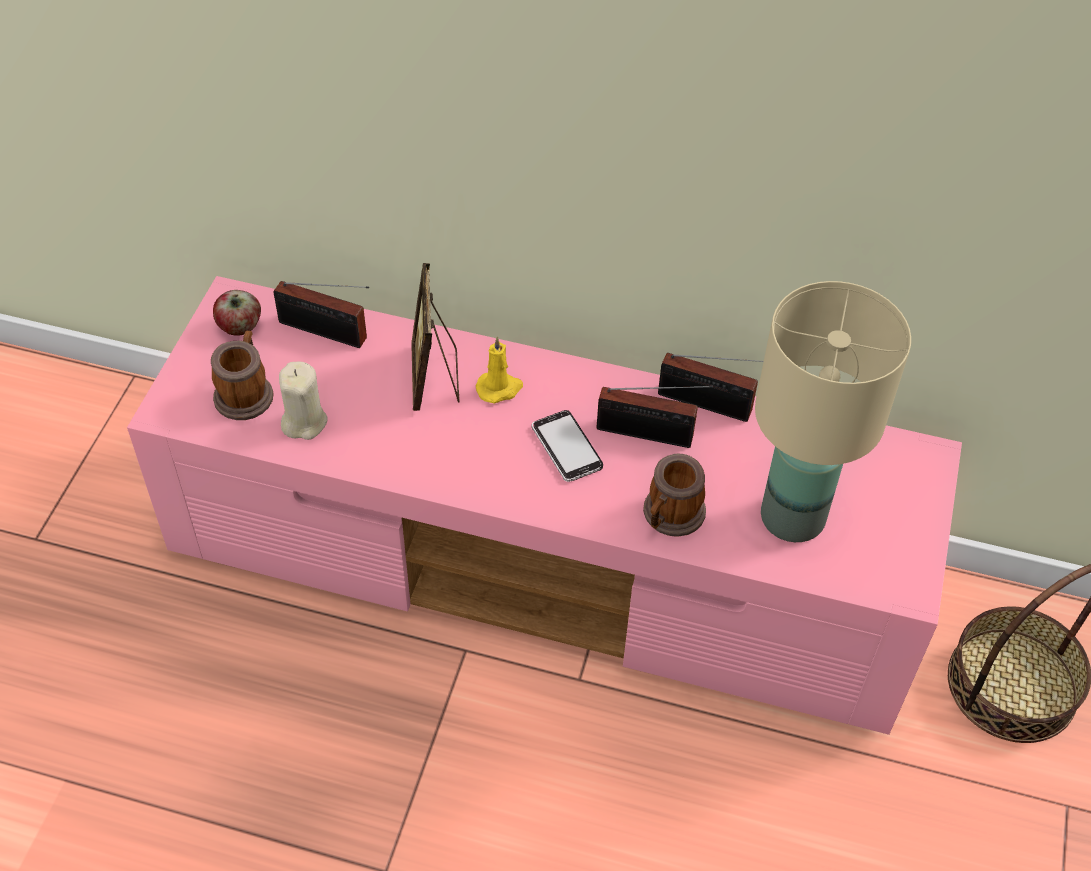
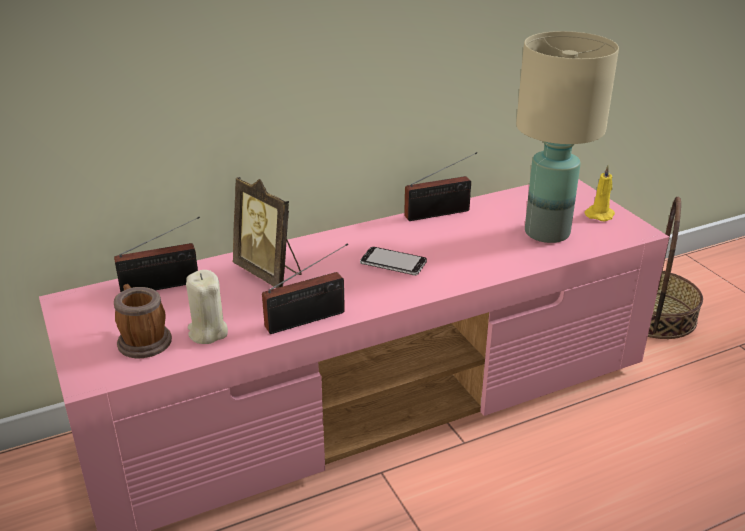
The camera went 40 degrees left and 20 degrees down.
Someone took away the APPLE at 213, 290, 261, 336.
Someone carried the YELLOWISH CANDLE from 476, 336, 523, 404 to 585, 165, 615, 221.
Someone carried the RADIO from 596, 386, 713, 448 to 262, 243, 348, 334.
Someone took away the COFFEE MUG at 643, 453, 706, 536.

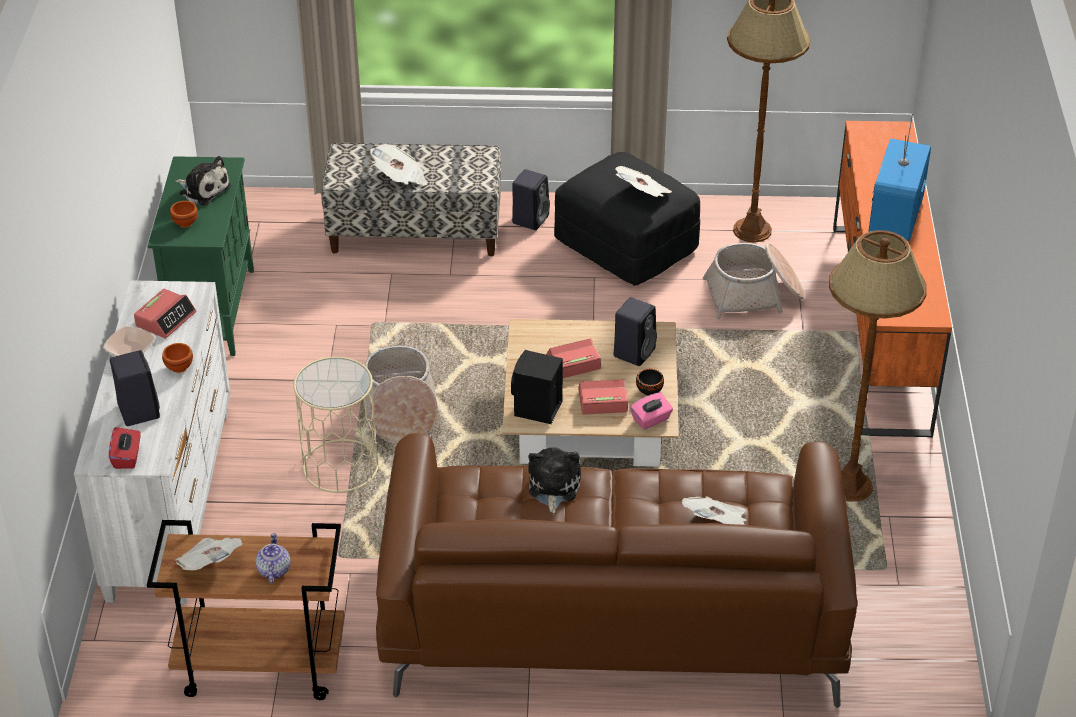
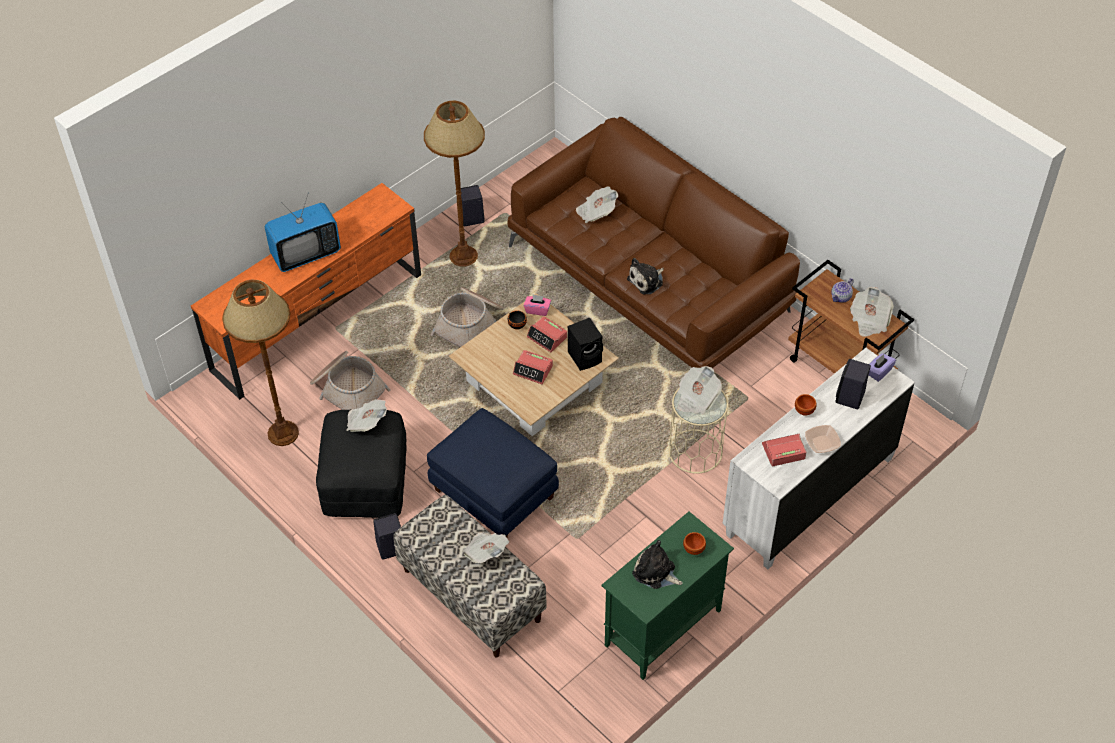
The camera went 135 degrees left and 10 degrees up.
Someone rotated the CUDDLY TOY at 175, 156, 231, 206 by 45 degrees counterclockwise.
Someone carried the BLACK SPEAKER from 614, 297, 657, 366 to 461, 185, 485, 226.
Someone carried the BASKET from 363, 346, 439, 444 to 431, 287, 503, 347.
Someone repainted the RED TISSUE BOX at 109, 427, 140, 469, which became the PURPLISH TISSUE BOX at 869, 353, 896, 382.
Someone put down the DAILY PAPER at 678, 366, 722, 414.
Someone put down the BLUISH OTTOMAN at 427, 408, 559, 537.

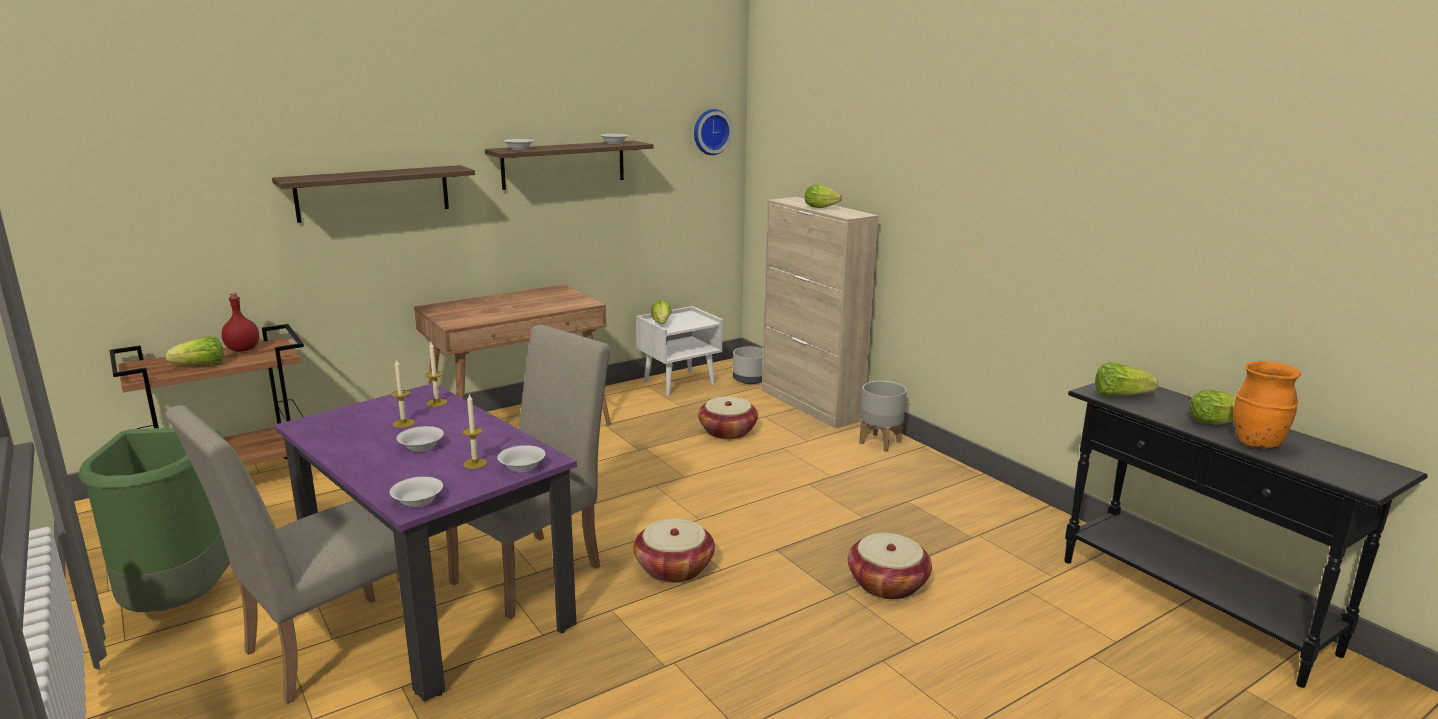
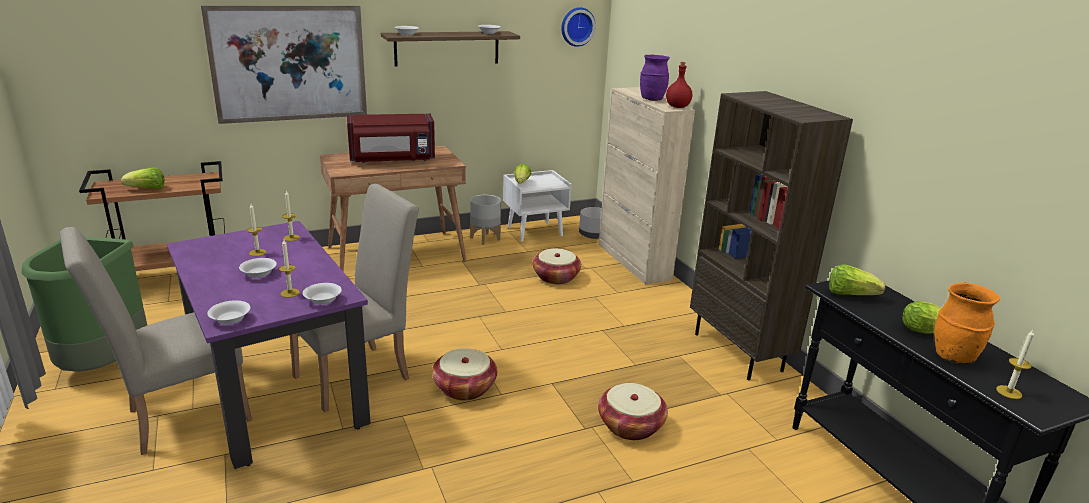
The camera went 10 degrees right and 5 degrees up.
Someone swapped the SHELF at 272, 165, 475, 223 for the WALL PICTURE at 201, 5, 367, 124.
Someone swapped the HEAD OF LETTUCE at 805, 185, 842, 208 for the PURPLISH VASE at 640, 55, 670, 101.
Someone carried the RED BEVERAGE BOTTLE from 222, 293, 259, 352 to 666, 62, 692, 108.
Someone carried the GREY PLANT POT from 859, 381, 907, 452 to 470, 195, 501, 245.
Someone put down the BROWN BOOKCASE at 690, 91, 853, 380.
Someone put down the RED MICROWAVE at 347, 114, 435, 163.
Someone put down the CANDLE at 996, 330, 1034, 399.

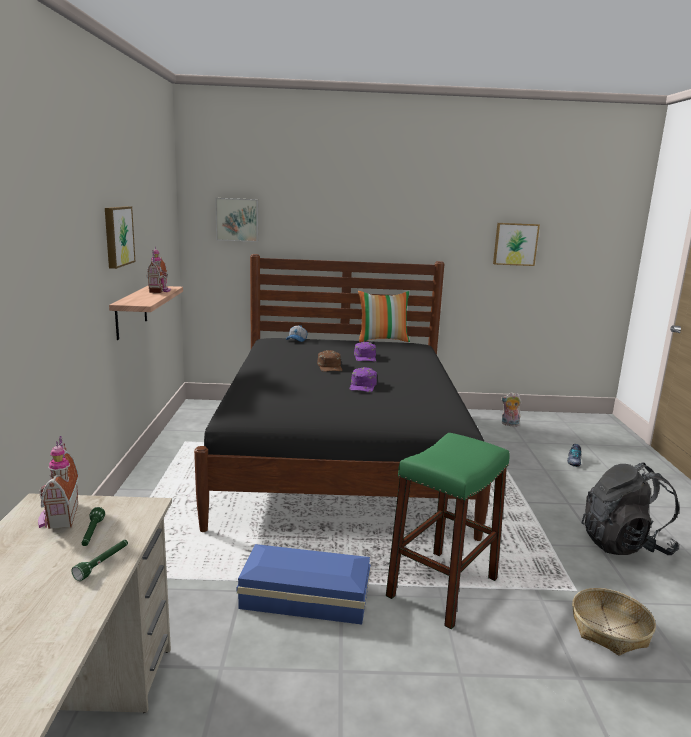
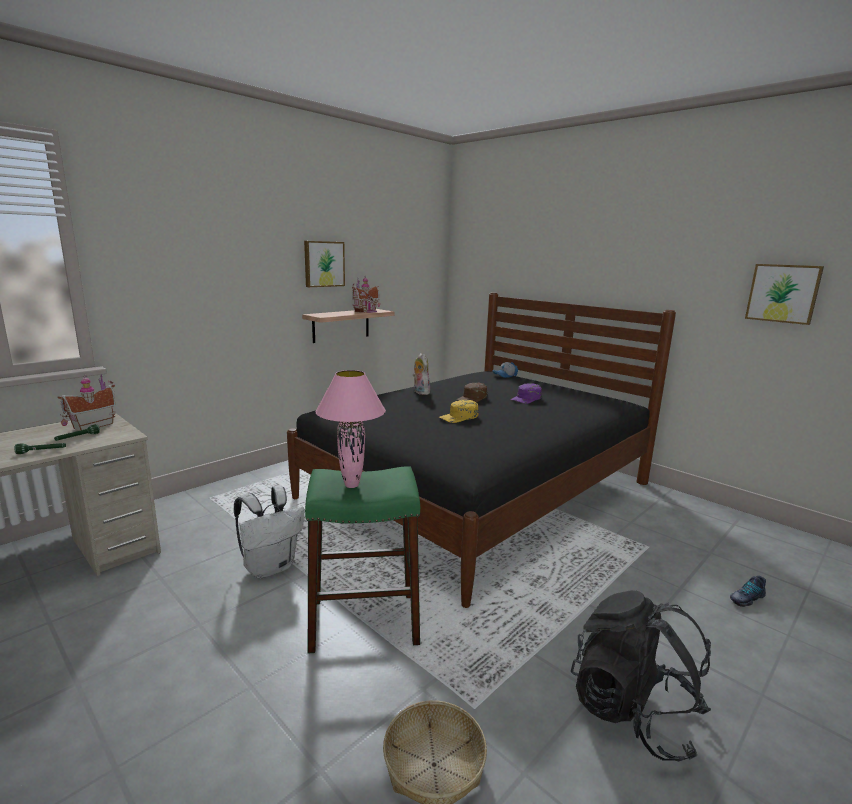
The camera went 45 degrees right and 0 degrees up.
Someone took away the WALL PICTURE at 215, 198, 258, 242.
Someone took away the THROW PILLOW at 358, 291, 410, 342.
Someone repainted the PURPLISH PEAKED CAP at 350, 367, 377, 392, which became the YELLOWISH PEAKED CAP at 439, 400, 479, 423.
Someone carried the CUDDLY TOY from 501, 392, 521, 427 to 413, 353, 430, 395.
Someone swapped the BLUISH STORAGE BOX at 237, 544, 371, 625 for the WHITISH BACKPACK at 234, 486, 305, 579.
Someone put down the PINK LAMP FOR A TABLE at 316, 370, 386, 488.

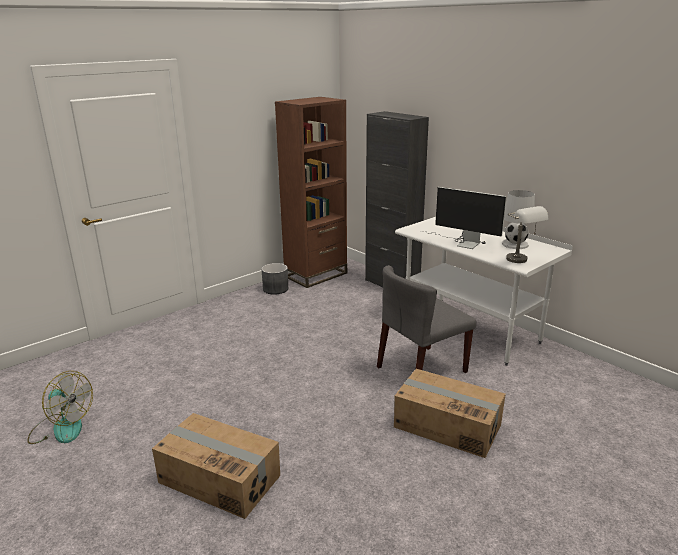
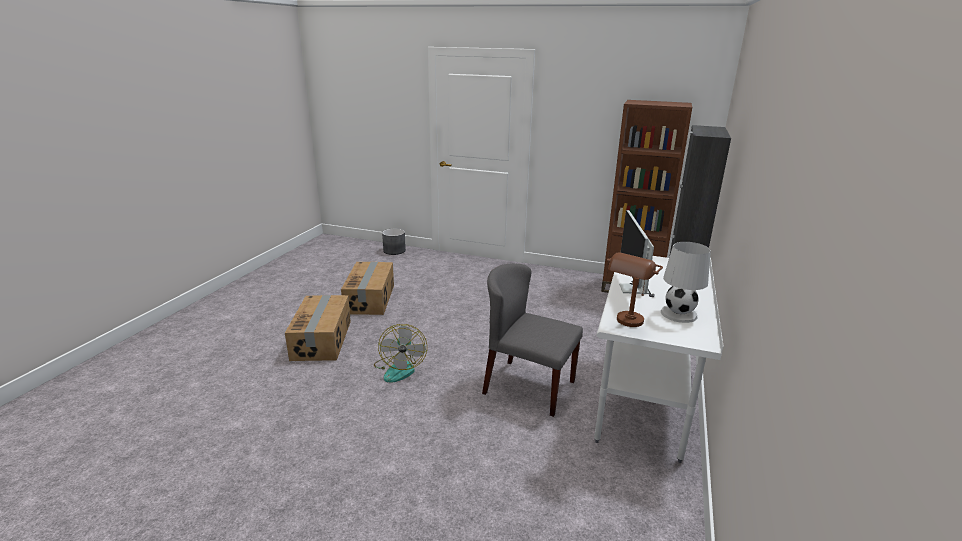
The camera went 60 degrees right and 0 degrees up.
Someone repainted the GREY LAMP FOR A TABLE at 506, 206, 548, 263, which became the BROWN LAMP FOR A TABLE at 607, 252, 663, 327.
Someone carried the GREY PLANT POT from 261, 263, 288, 295 to 382, 228, 406, 255.
Someone carried the PACKING BOX from 394, 369, 506, 458 to 341, 262, 394, 315.
Someone carried the COOLING FAN from 27, 371, 93, 444 to 374, 324, 427, 383.

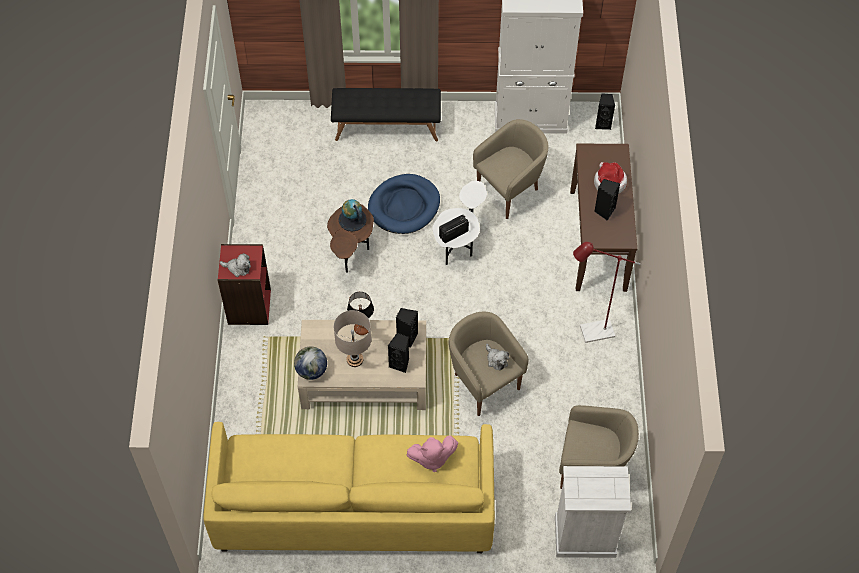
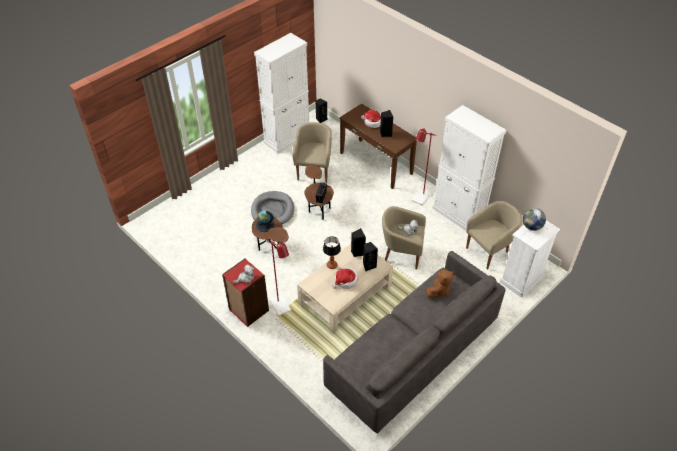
The camera went 45 degrees left and 10 degrees down.
Someone took away the BLACK LONG SEAT at 331, 88, 441, 141.
Someone repainted the BLUISH DOG CUSHION at 368, 174, 440, 234, which became the GREY DOG CUSHION at 251, 191, 294, 224.
Someone repainted the WHITISH ACCENT TABLE at 432, 181, 487, 265, which became the BROWN ACCENT TABLE at 304, 165, 334, 220.
Someone swapped the SAND-COLOURED LAMP FOR A TABLE at 334, 310, 371, 367 for the WEARABLE HAT at 332, 267, 358, 289.
Someone carried the GLOBE from 294, 347, 327, 380 to 523, 208, 546, 231.
Someone repainted the YELLOWISH COUCH at 203, 422, 495, 553, which became the GREY COUCH at 323, 251, 506, 434.
Someone repainted the PINK CUDDLY TOY at 406, 435, 458, 472, which became the BROWN CUDDLY TOY at 426, 269, 454, 298.
Someone put down the WHITISH CABINET at 432, 105, 506, 231.
Someone put down the RED FLOOR LAMP at 266, 240, 291, 316.

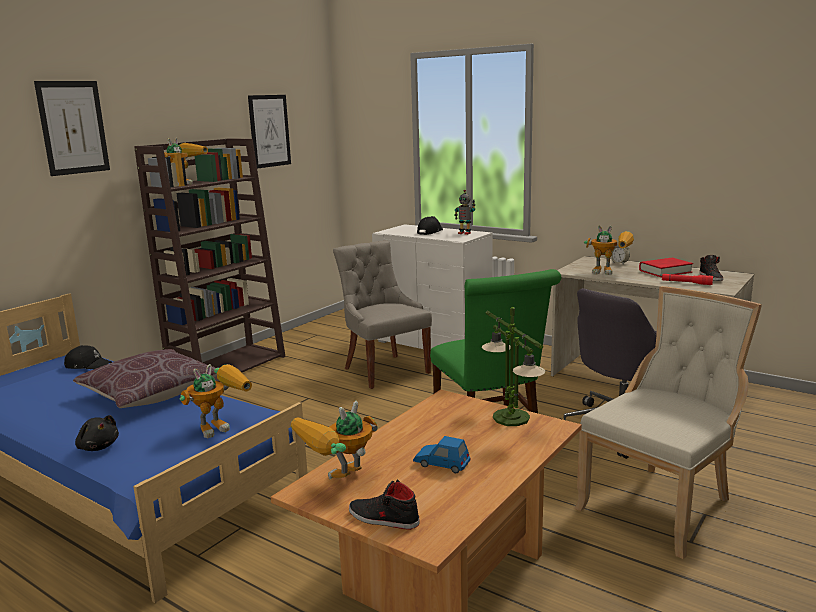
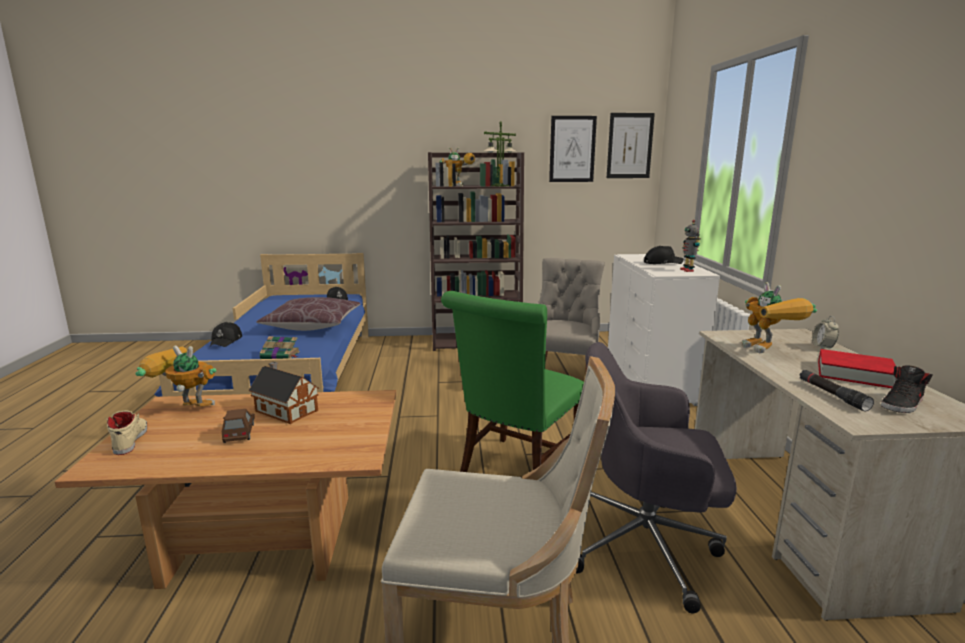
The camera went 50 degrees right and 0 degrees up.
Someone carried the WALL PICTURE from 34, 81, 110, 176 to 607, 113, 655, 178.
Someone repainted the RED TORCH at 662, 274, 713, 285, which became the BLACK TORCH at 800, 370, 874, 412.
Someone carried the LAMP FOR A TABLE from 482, 306, 546, 426 to 484, 121, 516, 186.
Someone swapped the TOY ROBOT at 179, 364, 252, 438 for the BOOK at 260, 336, 300, 359.
Someone swapped the BLACK CUDDLY TOY at 75, 415, 119, 451 for the BLACK PEAKED CAP at 210, 322, 242, 347.
Someone repainted the BLUISH MODEL CAR at 413, 436, 470, 473, which became the BROWN MODEL CAR at 222, 409, 255, 443.
Someone repainted the BLACK LOW SHOE at 349, 479, 420, 530, which became the SAND-COLOURED LOW SHOE at 105, 410, 147, 455.
Someone put down the MODEL HOUSE at 249, 362, 319, 424.

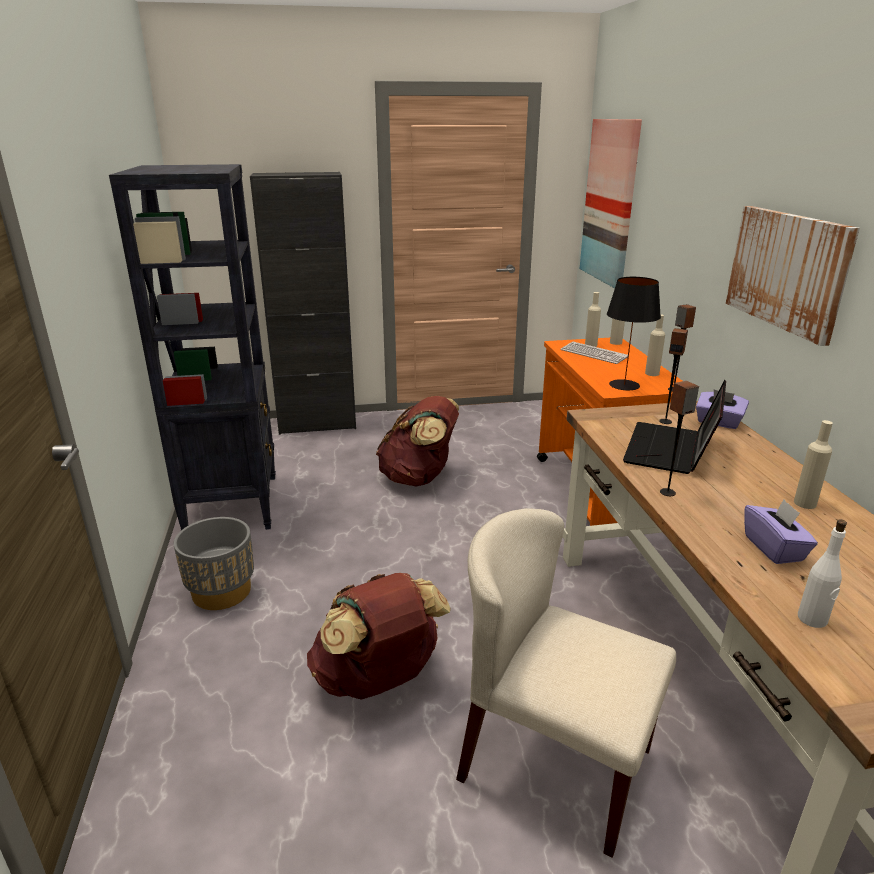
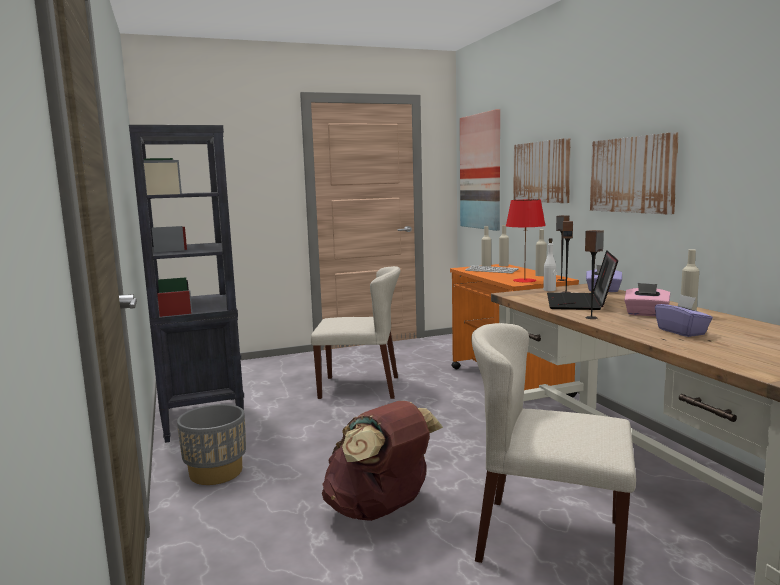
The camera went 10 degrees left and 15 degrees down.
Someone took away the BLACK CABINET at 250, 172, 356, 435.
Someone repainted the BLACK LAMP FOR A TABLE at 607, 277, 661, 391, which became the RED LAMP FOR A TABLE at 506, 199, 546, 283.
Someone swapped the BROWN BACKPACK at 376, 396, 459, 487 for the SAND-COLOURED PLAIN CHAIR at 311, 266, 400, 399.
Someone carried the WHITISH BEVERAGE BOTTLE from 798, 519, 847, 628 to 543, 238, 557, 291.
Someone put up the WALL PICTURE at 513, 138, 571, 203.
Someone put down the PINK TISSUE BOX at 624, 283, 670, 317.

